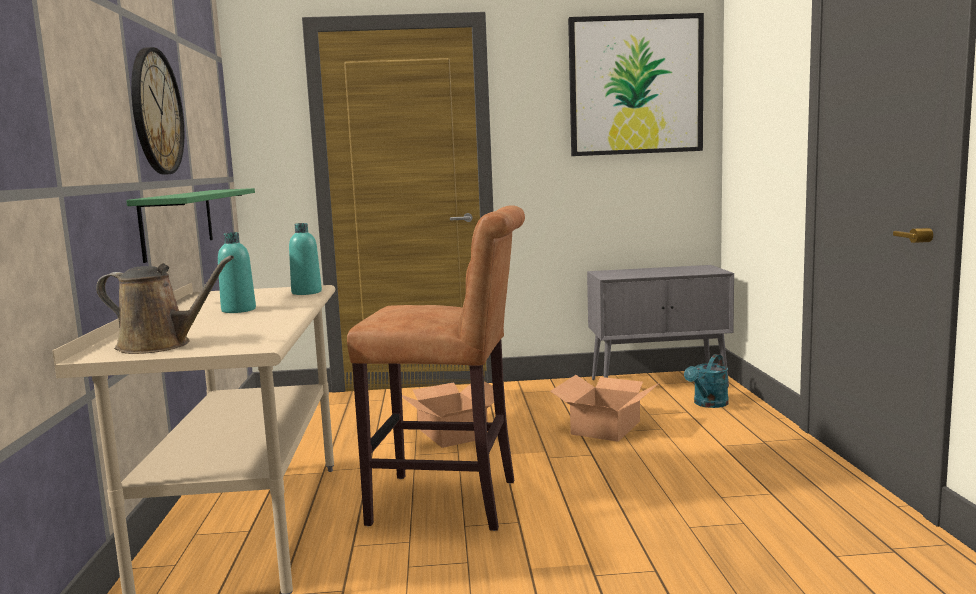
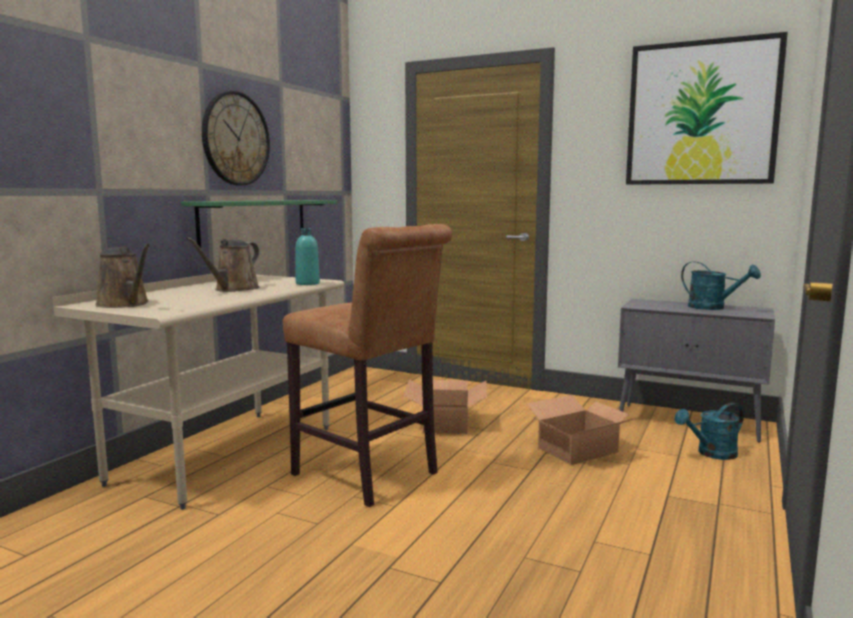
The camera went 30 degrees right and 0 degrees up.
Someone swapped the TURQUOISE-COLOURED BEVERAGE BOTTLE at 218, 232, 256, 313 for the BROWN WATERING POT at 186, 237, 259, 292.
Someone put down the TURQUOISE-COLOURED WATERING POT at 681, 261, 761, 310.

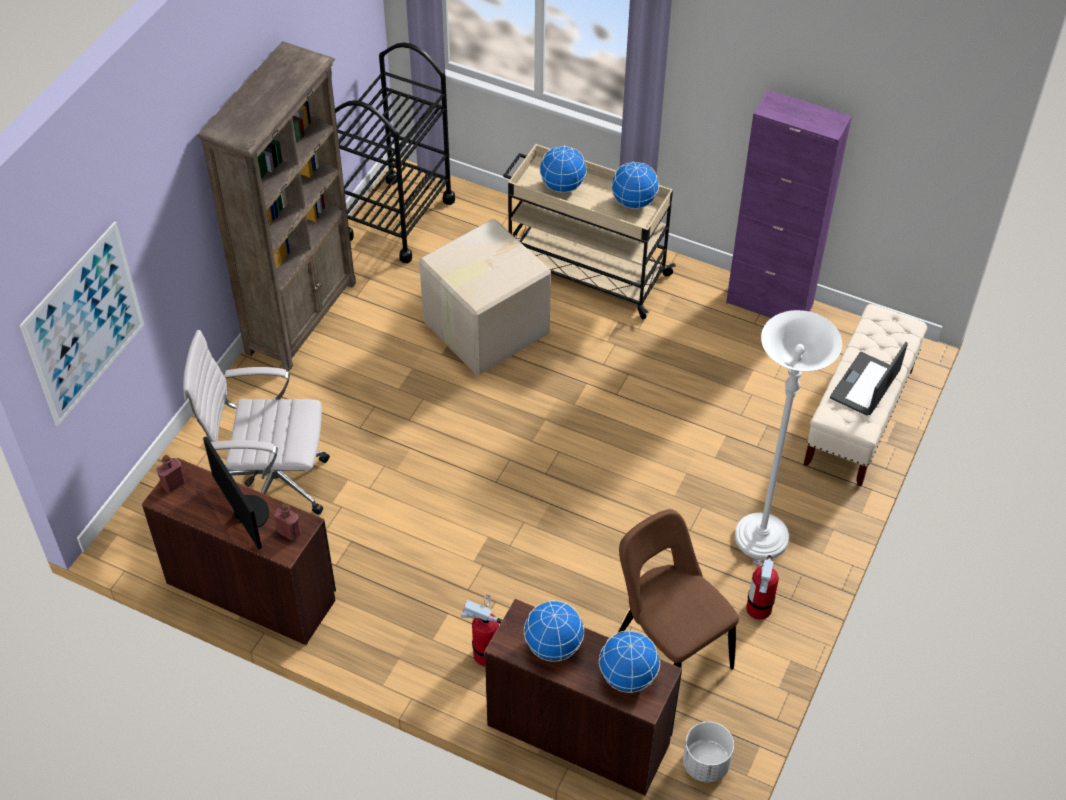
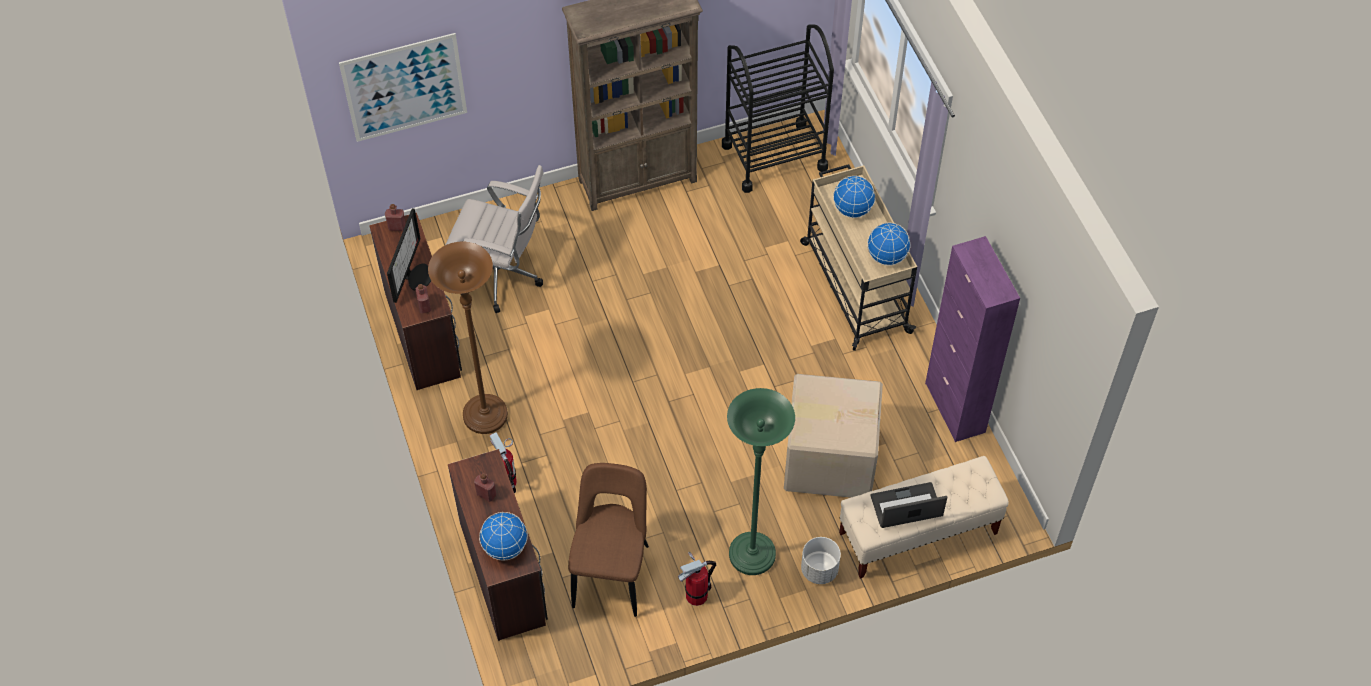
The camera went 45 degrees right and 5 degrees up.
Someone carried the PACKING BOX from 419, 219, 551, 375 to 784, 374, 883, 498.
Someone repainted the WHITISH FLOOR LAMP at 735, 310, 842, 560, which became the GREEN-COLOURED FLOOR LAMP at 727, 388, 795, 575.
Someone rotated the WHITISH DESK CHAIR at 183, 330, 330, 514 by 150 degrees clockwise.
Someone swapped the GLOBE at 524, 600, 584, 662 for the RED BEVERAGE BOTTLE at 474, 473, 496, 502.
Someone carried the WHITISH PLANT POT from 683, 722, 734, 783 to 801, 537, 841, 584.
Someone put down the BROWN FLOOR LAMP at 428, 242, 508, 434.

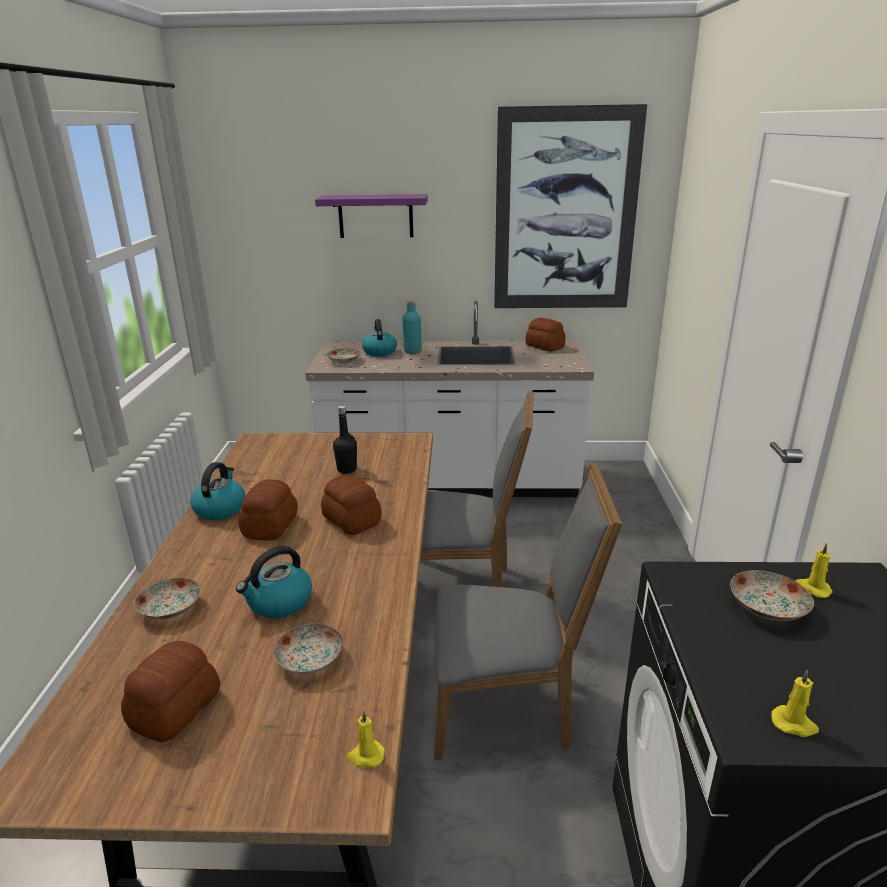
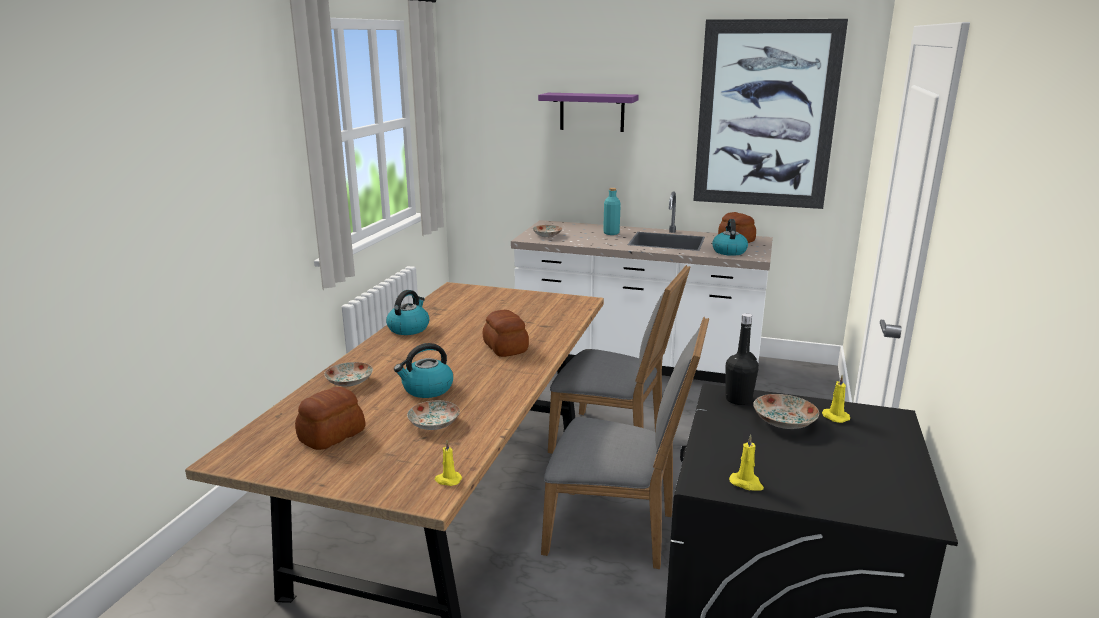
The camera went 15 degrees right and 5 degrees down.
Someone carried the TEA KETTLE from 362, 319, 397, 356 to 712, 219, 748, 256.
Someone carried the BLACK BEVERAGE BOTTLE from 333, 406, 357, 474 to 726, 313, 759, 405.
Someone took away the BAKED BREAD at 238, 480, 298, 541.

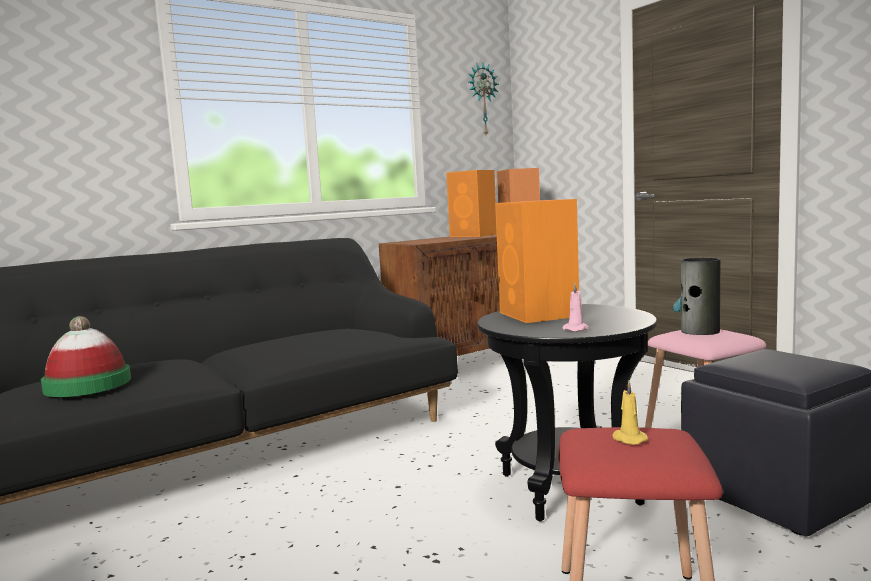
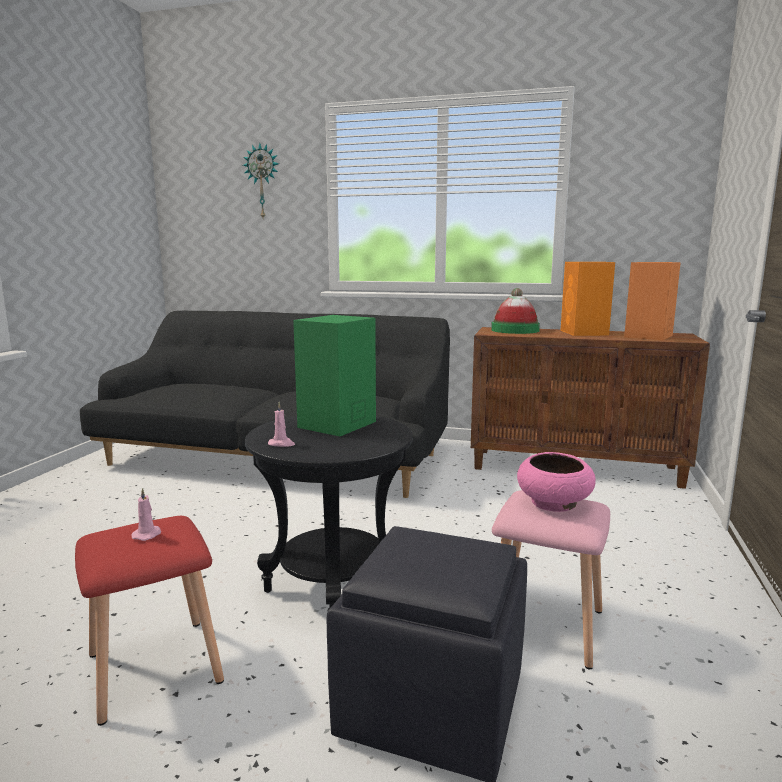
The camera went 50 degrees right and 5 degrees up.
Someone carried the HANGING CLOCK from 469, 63, 499, 135 to 243, 143, 279, 218.
Someone repainted the ORANGEY SPEAKER at 495, 199, 579, 323, which became the GREEN-COLOURED SPEAKER at 293, 315, 376, 436.
Someone swapped the VASE at 673, 258, 720, 335 for the PINK SERVING BOWL at 517, 452, 596, 512.
Someone carried the WEARABLE HAT from 41, 316, 131, 397 to 491, 288, 540, 334.
Someone repainted the YELLOWISH CANDLE at 612, 381, 648, 445, which became the PINK CANDLE at 131, 488, 162, 541.

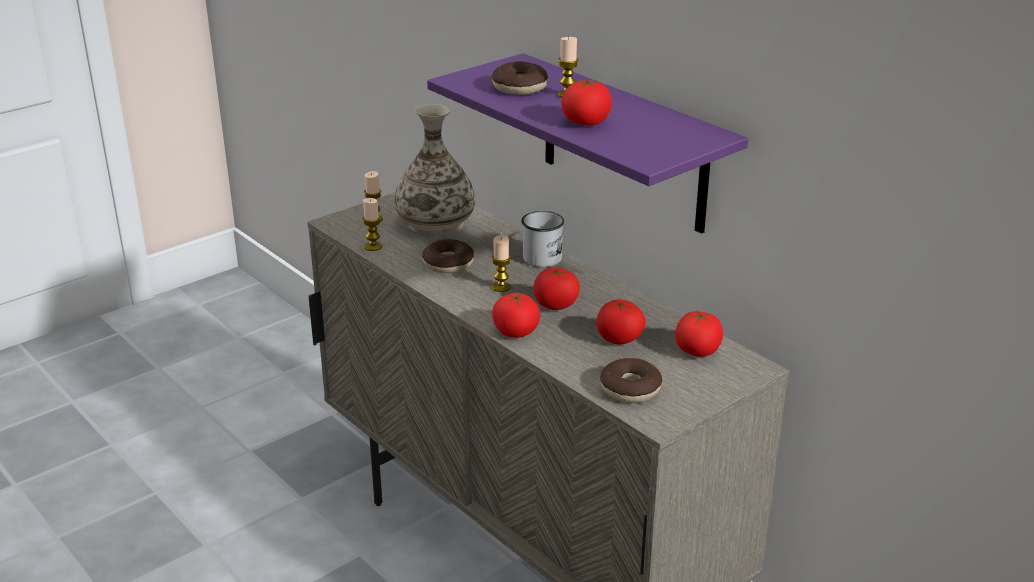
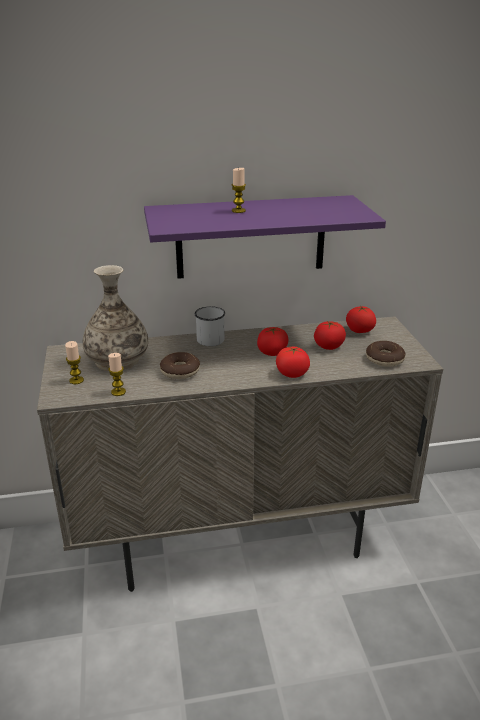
The camera went 60 degrees left and 0 degrees up.
Someone took away the RING DOUGHNUT at 492, 62, 548, 95.
Someone took away the FRESH TOMATO at 561, 80, 612, 126.
Someone took away the CANDLE at 492, 235, 511, 292.

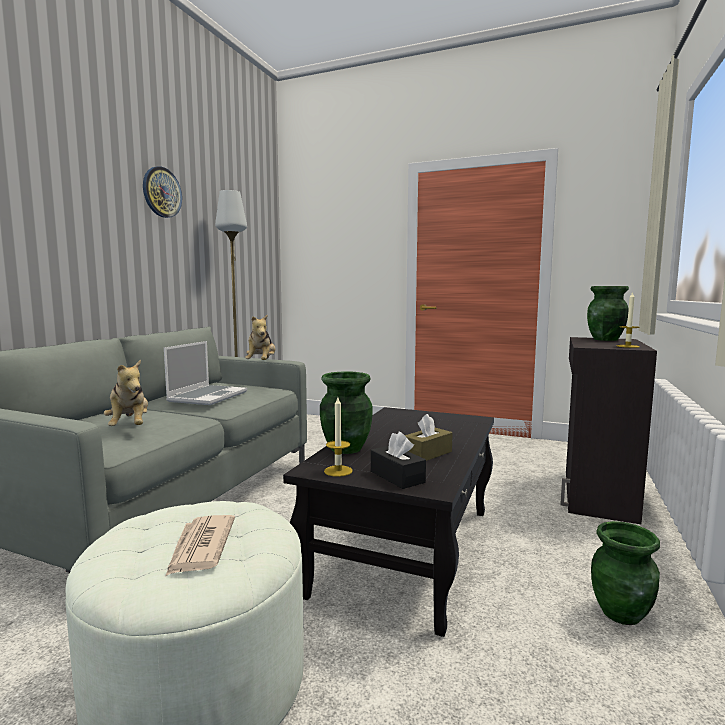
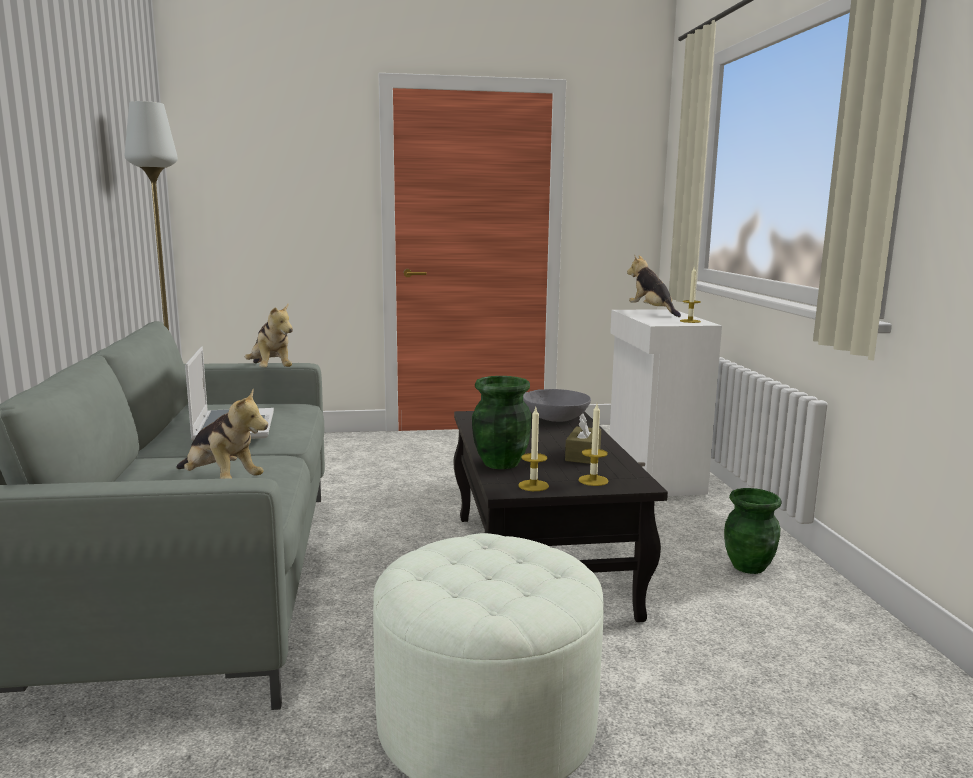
The camera went 30 degrees left and 5 degrees up.
Someone took away the HANGING CLOCK at 143, 166, 182, 218.
Someone swapped the GREEN-COLOURED VASE at 587, 286, 629, 341 for the CUDDLY TOY at 627, 255, 681, 317.
Someone repainted the BLACK CABINET at 560, 337, 657, 524, which became the WHITISH CABINET at 610, 309, 722, 496.
Someone swapped the BLACK TISSUE BOX at 371, 432, 426, 489 for the CANDLE at 578, 404, 609, 486.
Someone took away the DAILY PAPER at 165, 515, 235, 576.
Someone put down the GREY SERVING BOWL at 523, 389, 591, 422.

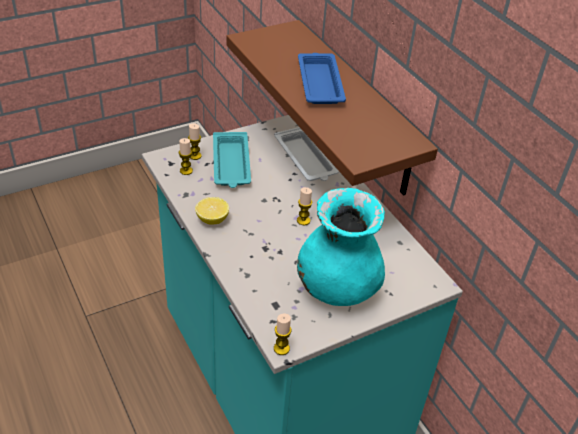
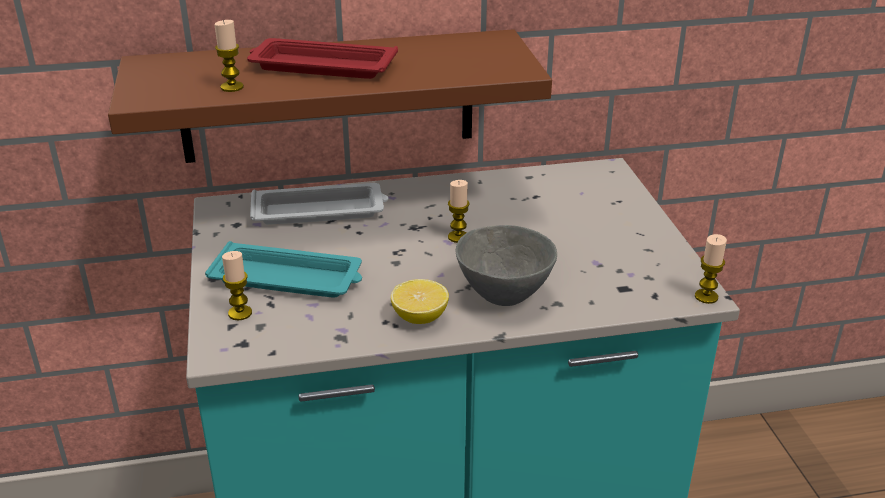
The camera went 70 degrees left and 10 degrees down.
Someone repainted the BLUISH TRAY at 298, 53, 346, 104, which became the RED TRAY at 247, 38, 398, 79.
Someone carried the CANDLE from 179, 138, 193, 175 to 214, 20, 244, 92.
Someone took away the TURQUOISE-COLOURED VASE at 297, 188, 385, 306.
Someone put down the GREY SERVING BOWL at 456, 225, 557, 306.

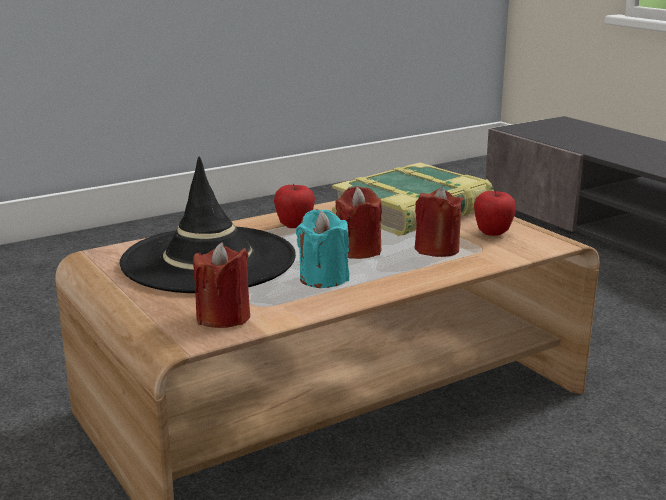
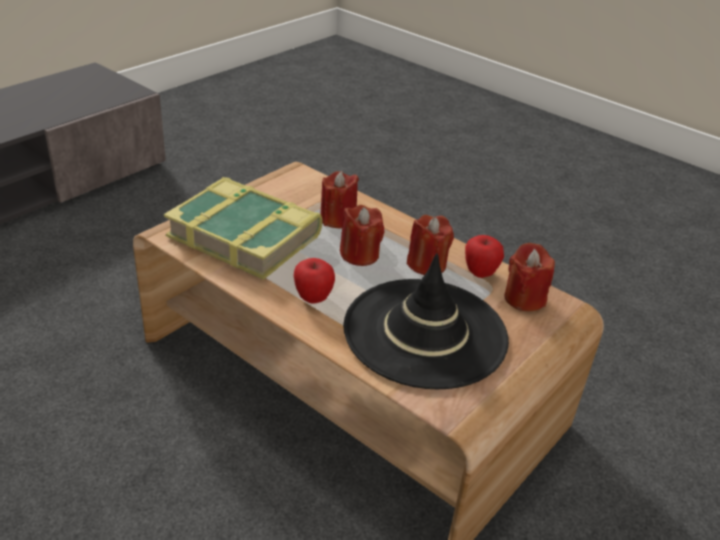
The camera went 110 degrees left and 15 degrees up.
Someone carried the APPLE from 474, 190, 516, 236 to 465, 235, 504, 278.
Someone repainted the TURQUOISE-COLOURED CANDLE at 296, 209, 349, 288, which became the RED CANDLE at 407, 215, 454, 275.

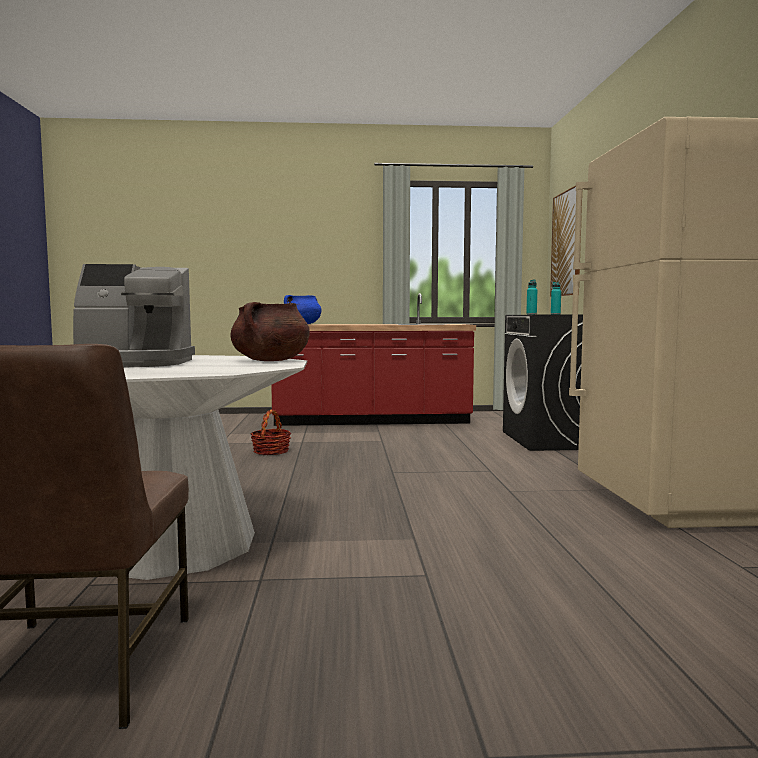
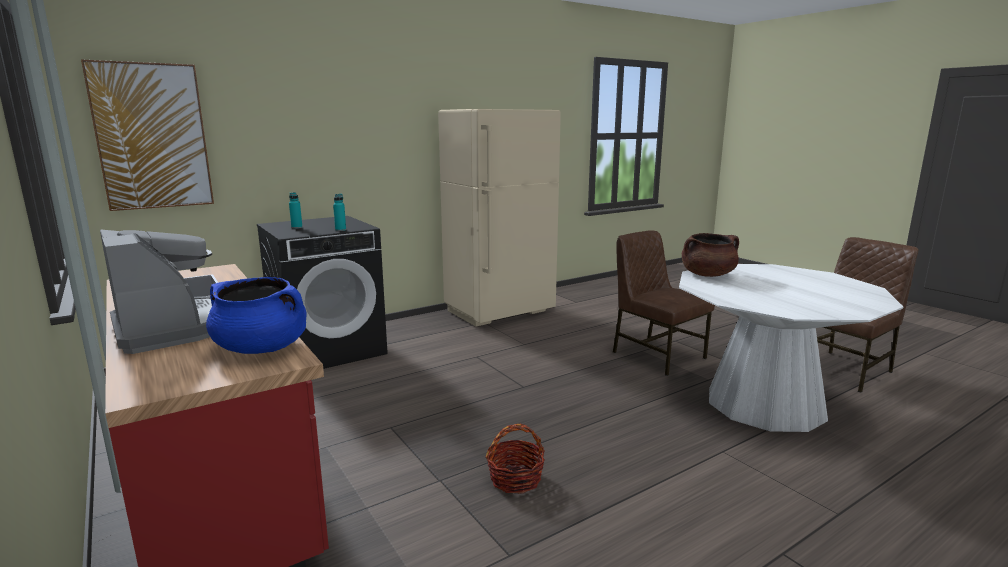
The camera went 120 degrees left and 10 degrees up.
Someone carried the COFFEE BREWER from 73, 264, 195, 367 to 100, 229, 212, 354.
Someone put down the BROWN PLAIN CHAIR at 613, 230, 715, 376.

